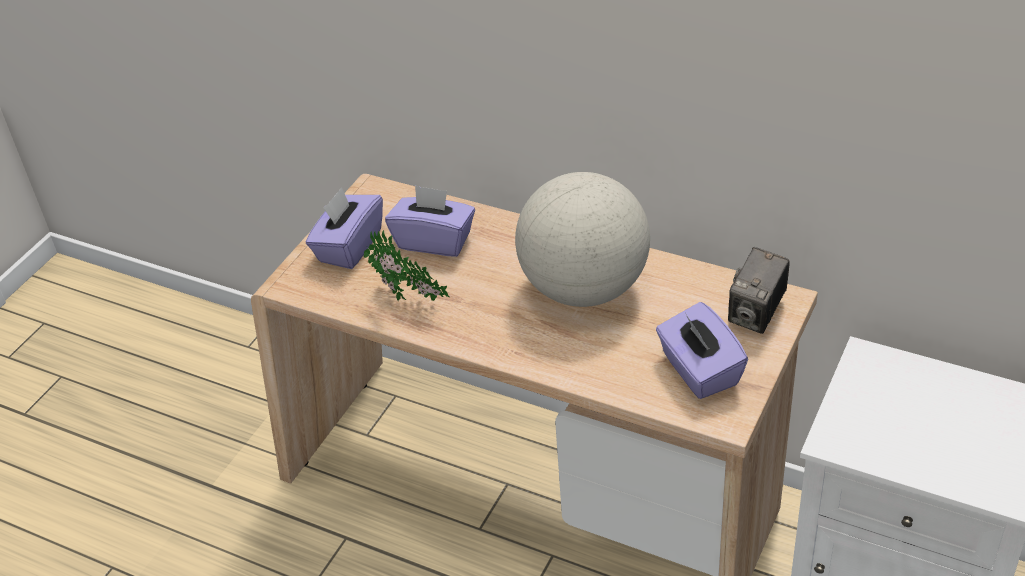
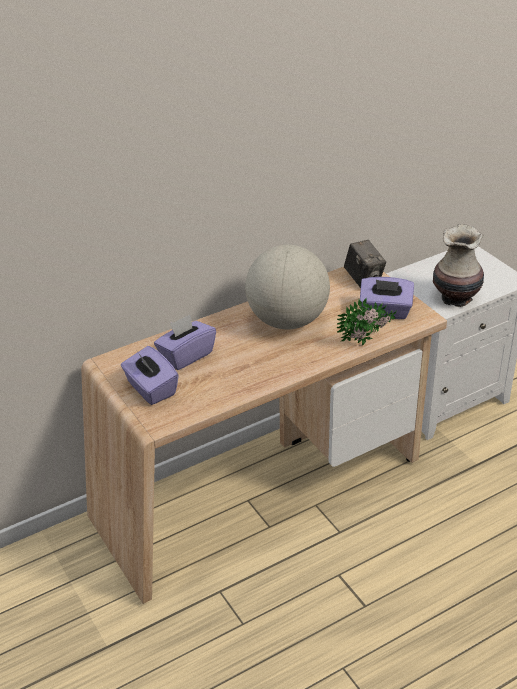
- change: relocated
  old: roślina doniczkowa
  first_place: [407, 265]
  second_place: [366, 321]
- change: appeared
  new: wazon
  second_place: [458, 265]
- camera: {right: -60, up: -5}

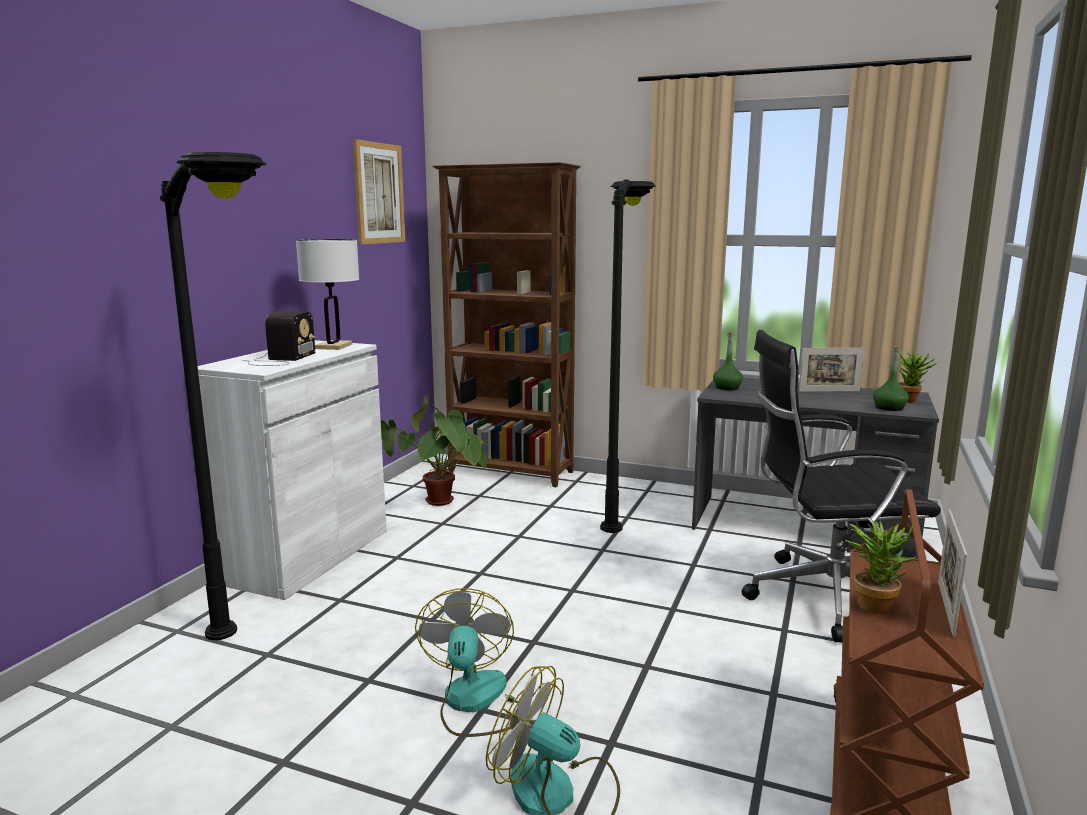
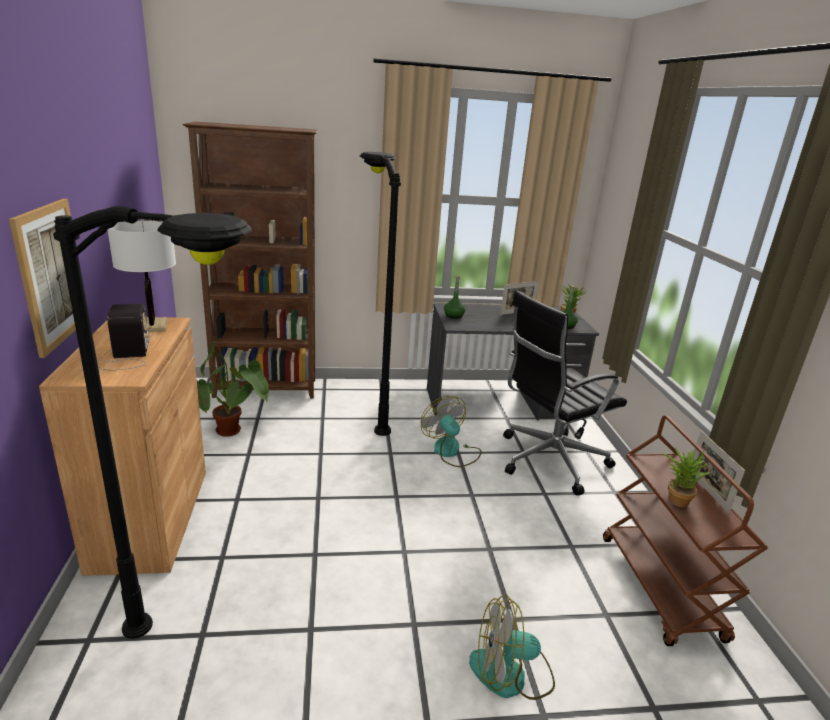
- change: relocated
  old: obraz
  first_place: [379, 191]
  second_place: [42, 278]
- change: colour
  old: szafka [biały]
  new: szafka [brązowy]
  first_place: [292, 470]
  second_place: [122, 446]
- change: relocated
  old: wentylator
  first_place: [466, 662]
  second_place: [451, 431]
- camera: {right: -30, up: 10}

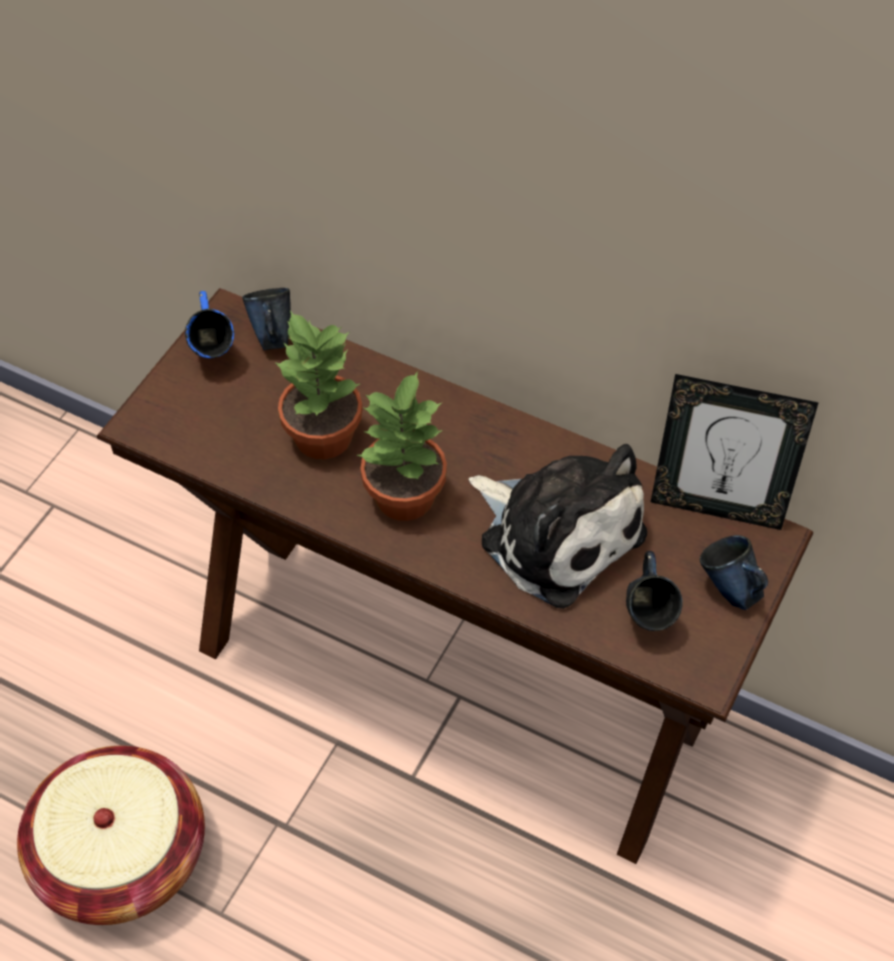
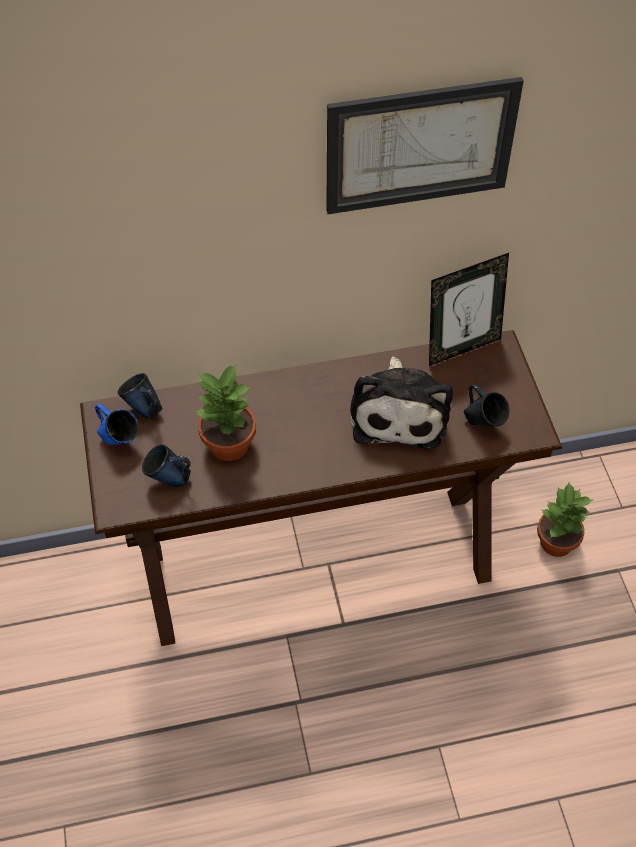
- change: relocated
  old: kubek [niebieski]
  first_place: [734, 572]
  second_place: [166, 466]
- change: appeared
  new: obraz
  second_place: [425, 145]
- change: spun
  old: pluszak
  first_place: [557, 526]
  second_place: [401, 403]
  degrees: 90
- change: relocated
  old: roślina doniczkowa
  first_place: [402, 446]
  second_place: [565, 520]
- change: missing
  old: koszyk
  first_place: [111, 835]
- camera: {right: -40, up: 0}

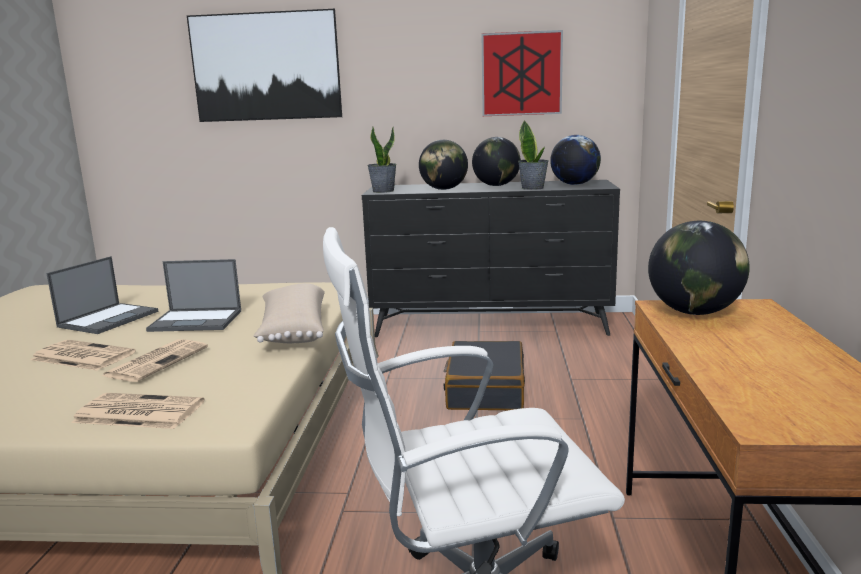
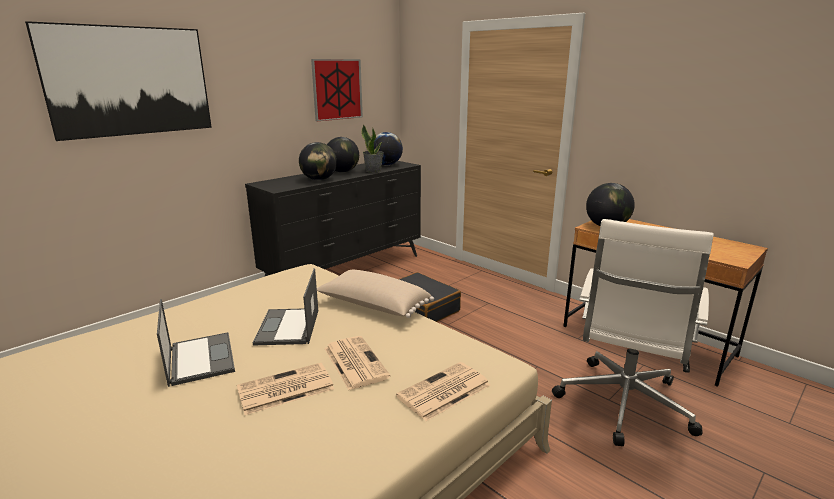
- change: spun
  old: laptop
  first_place: [193, 295]
  second_place: [285, 307]
  degrees: 135
- change: missing
  old: roślina doniczkowa
  first_place: [382, 159]
- camera: {right: -50, up: 5}

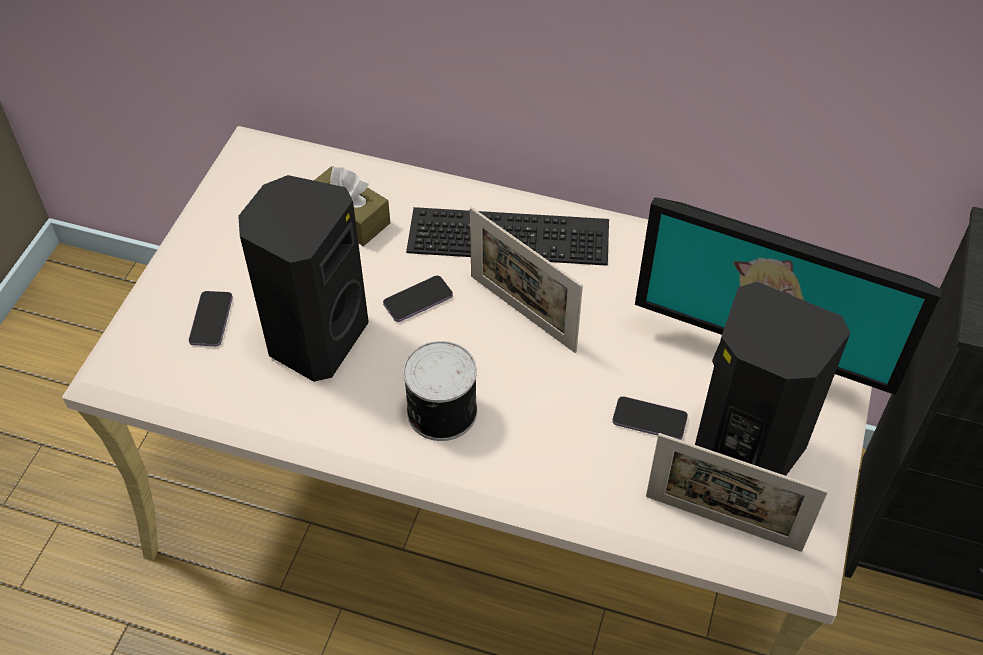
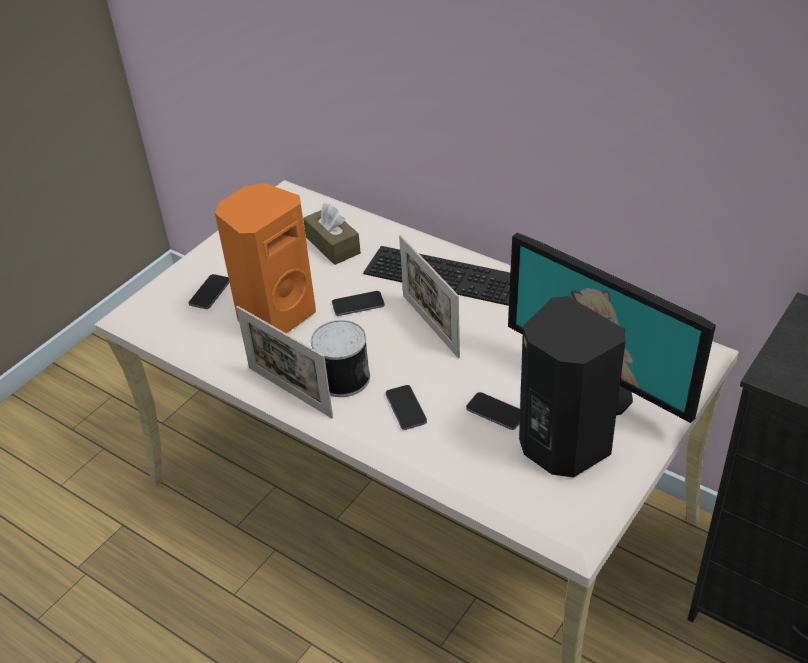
- change: colour
  old: głośnik [czarny]
  new: głośnik [pomarańczowy]
  first_place: [303, 278]
  second_place: [265, 258]
- change: relocated
  old: ramka na zdjęcie
  first_place: [737, 492]
  second_place: [284, 362]
- change: appeared
  new: telefon
  second_place: [406, 407]
- camera: {right: 20, up: -10}

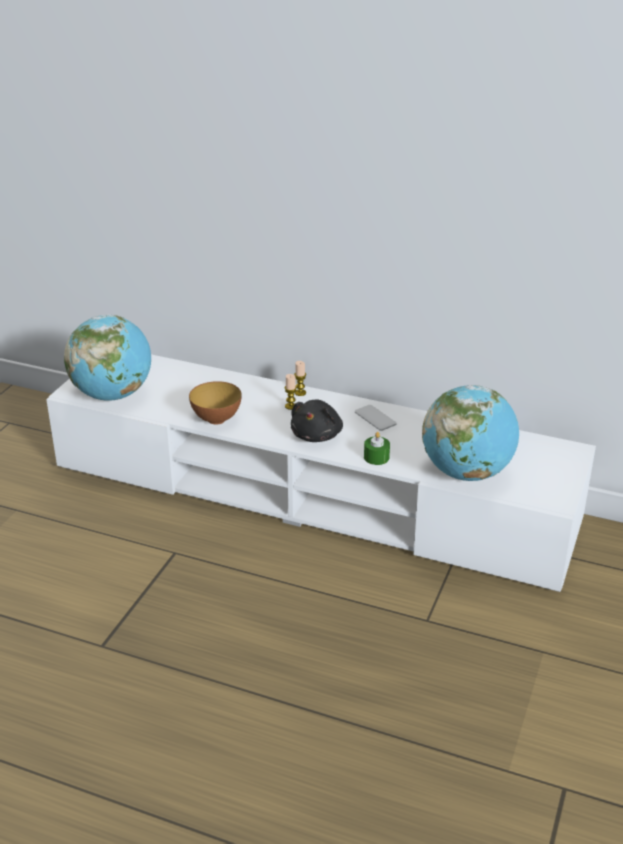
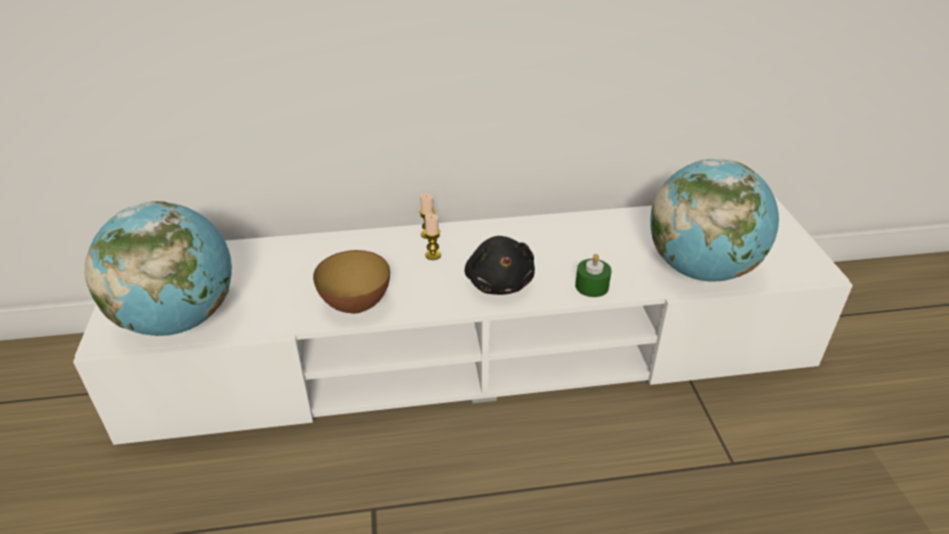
- change: missing
  old: telefon
  first_place: [376, 418]
- camera: {right: -30, up: 5}

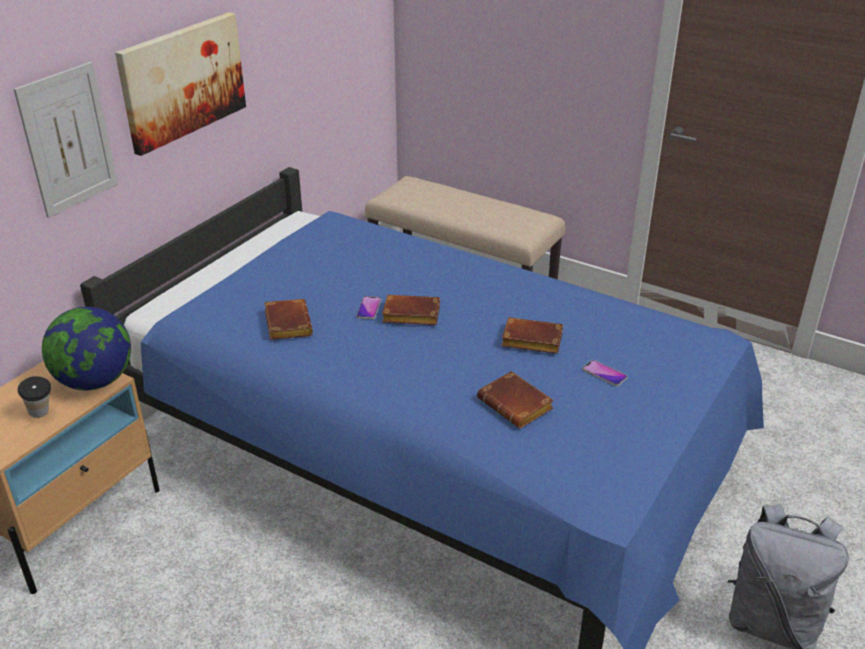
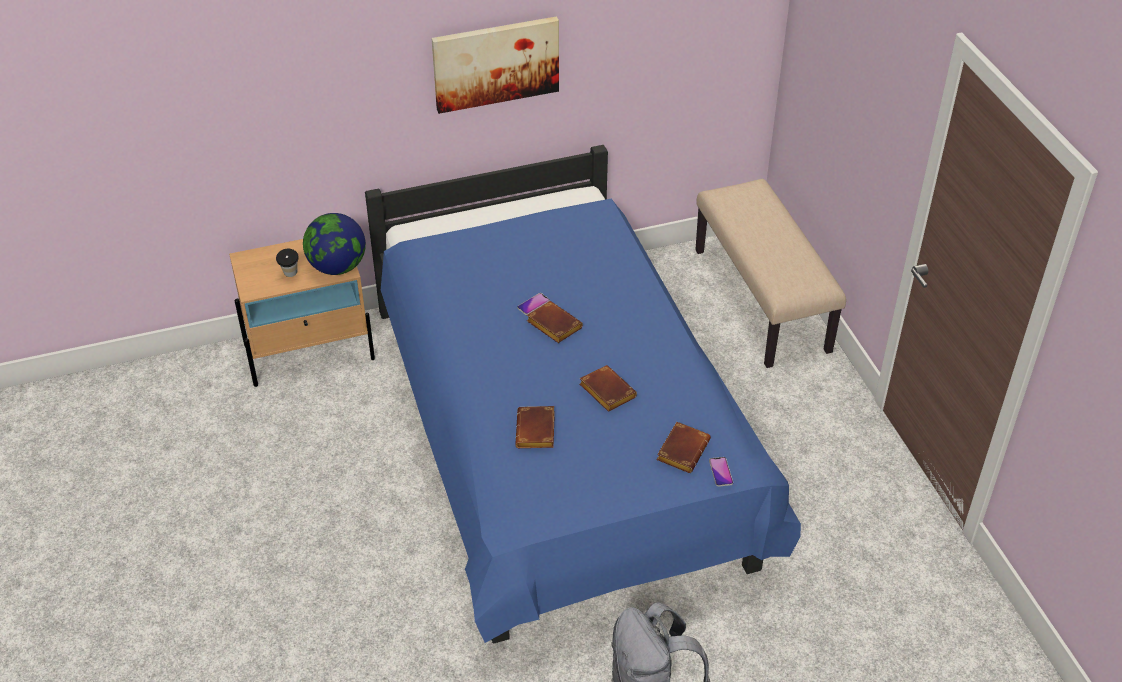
- change: relocated
  old: książka [brązowy]
  first_place: [288, 319]
  second_place: [684, 447]
- change: relocated
  old: telefon
  first_place: [605, 373]
  second_place: [721, 472]
- change: missing
  old: obraz
  first_place: [66, 140]
- camera: {right: 40, up: 10}

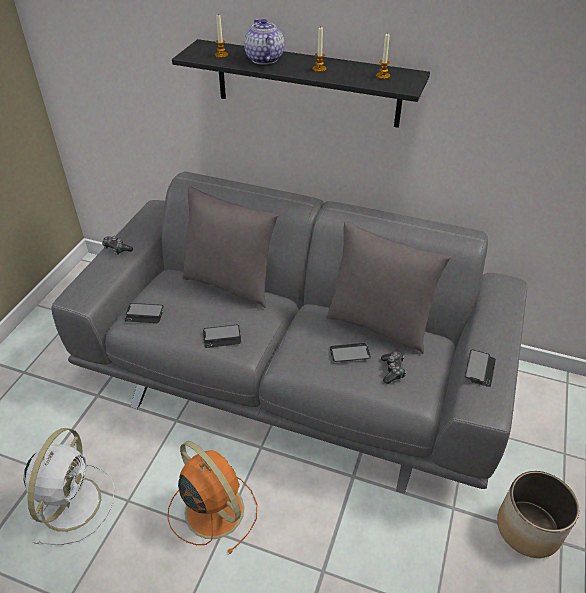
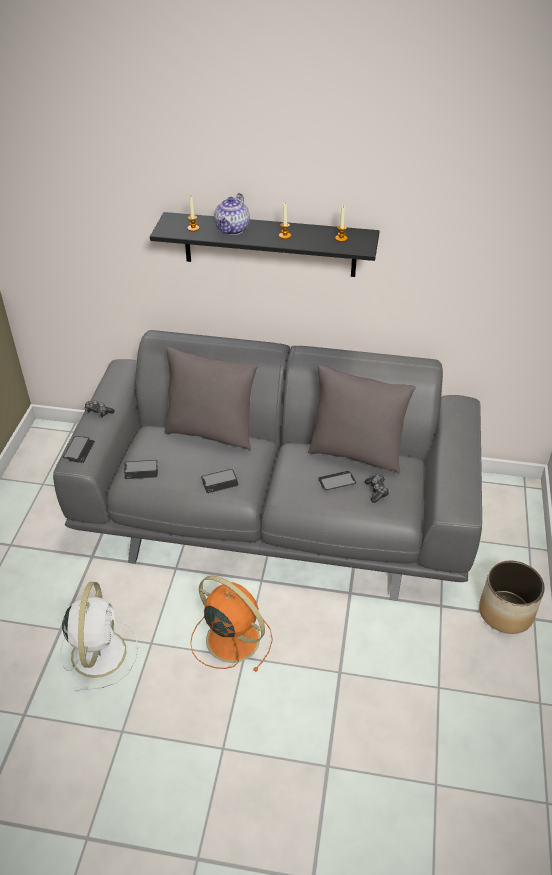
- change: relocated
  old: telefon
  first_place: [480, 368]
  second_place: [79, 449]
- change: spun
  old: imbryk
  first_place: [264, 42]
  second_place: [232, 214]
  degrees: -135
- camera: {right: -10, up: 0}

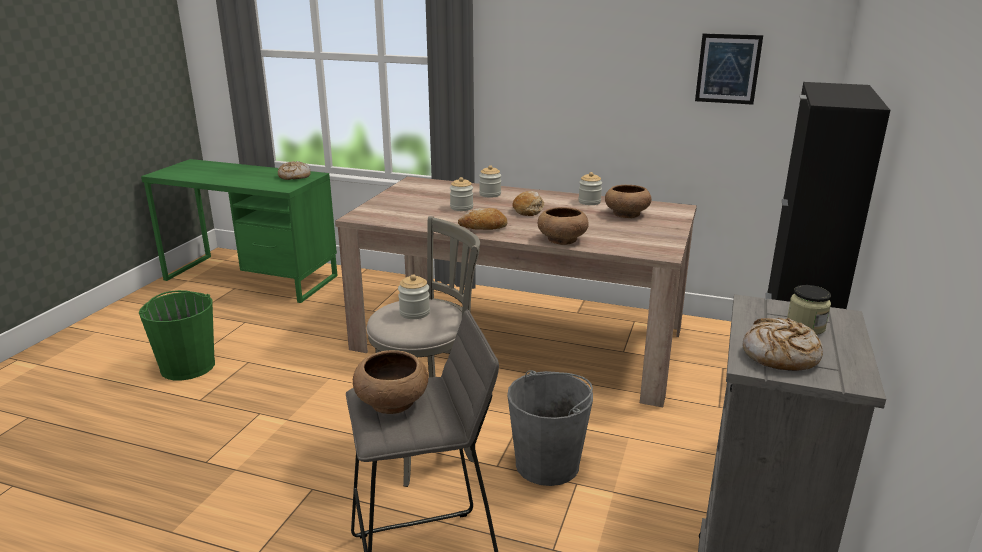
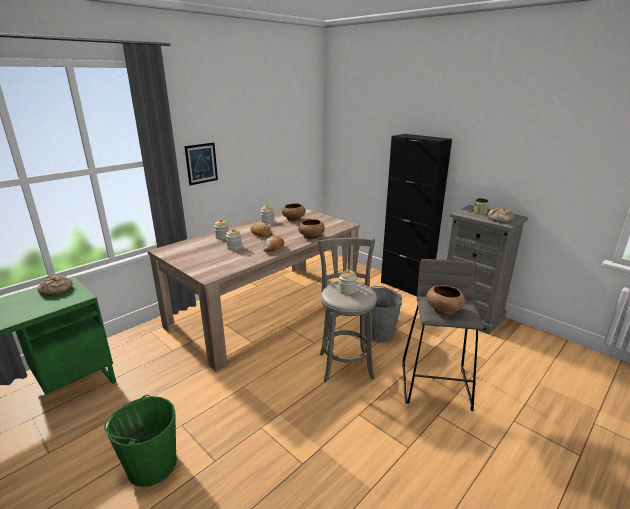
- change: relocated
  old: obraz
  first_place: [729, 69]
  second_place: [201, 164]
- camera: {right: -65, up: 0}

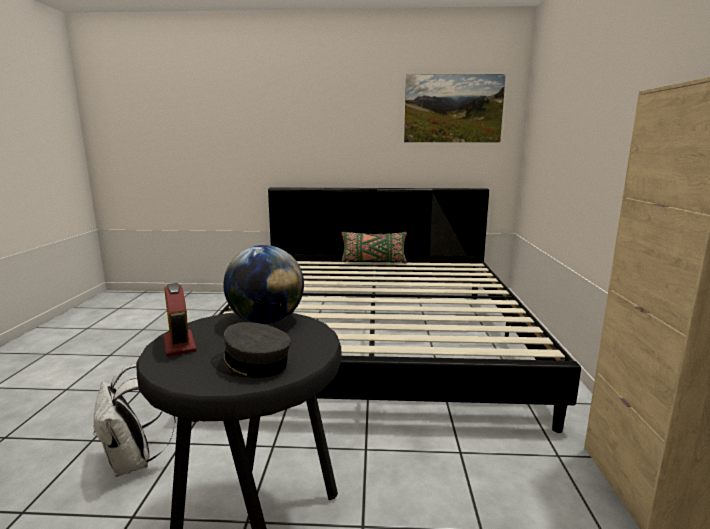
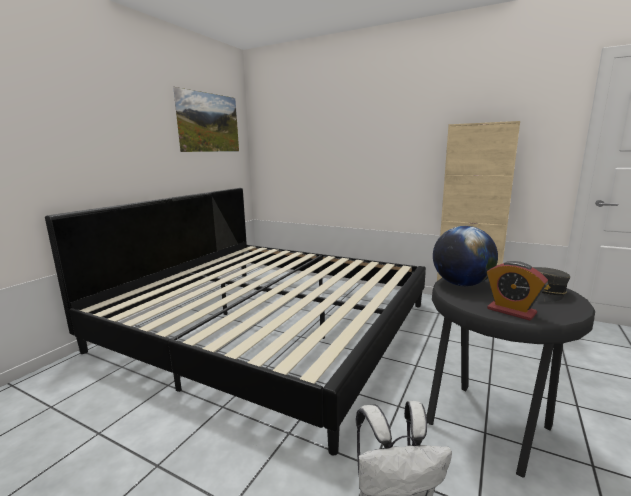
- change: spun
  old: budzik
  first_place: [180, 320]
  second_place: [517, 291]
  degrees: -135
- change: missing
  old: poduszka [zielony]
  first_place: [374, 247]
- camera: {right: -65, up: 0}

